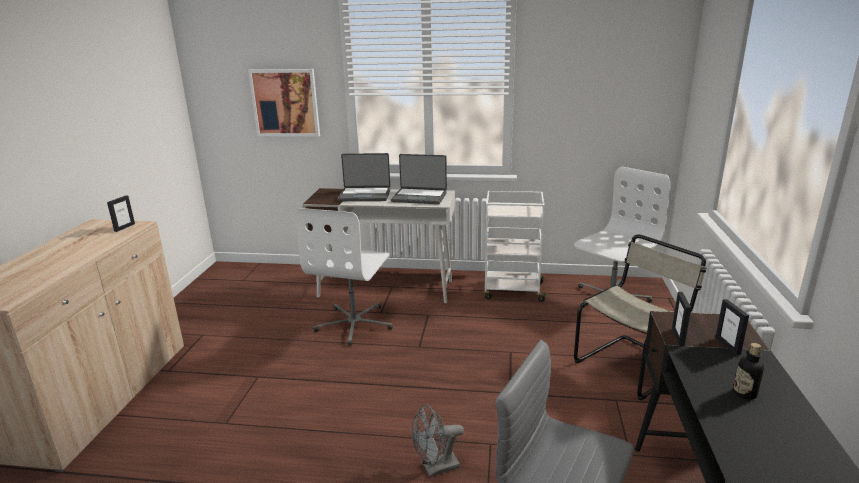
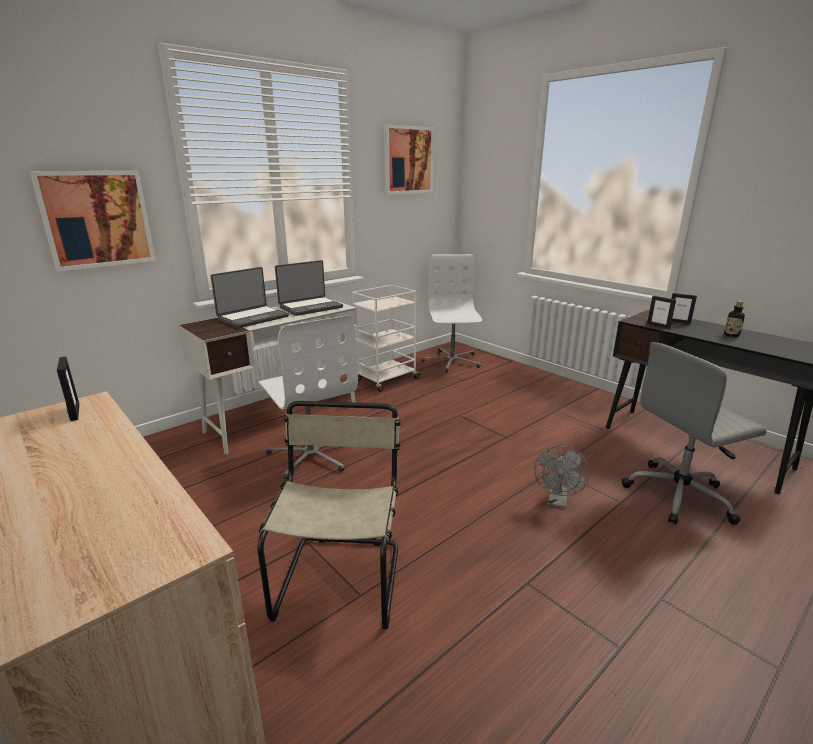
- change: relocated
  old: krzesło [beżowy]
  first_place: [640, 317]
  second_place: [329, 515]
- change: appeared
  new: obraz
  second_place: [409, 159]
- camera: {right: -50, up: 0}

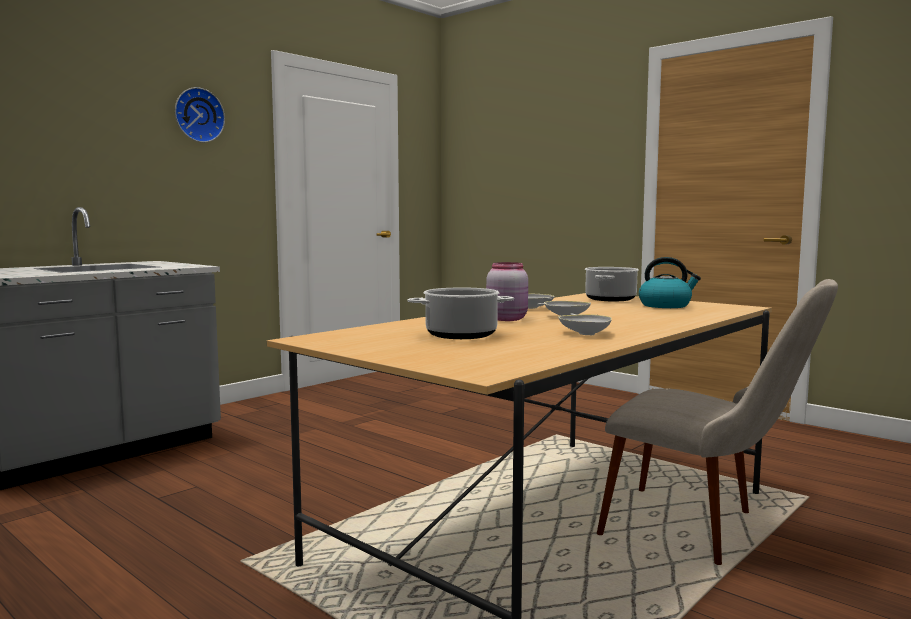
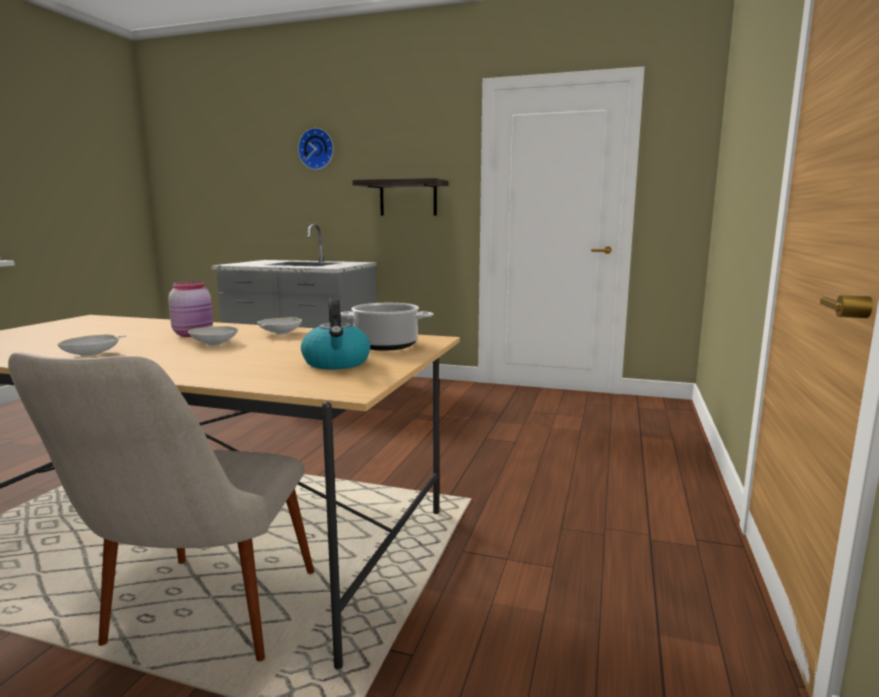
- change: relocated
  old: zegar ścienny
  first_place: [200, 114]
  second_place: [316, 149]
- change: appeared
  new: półka
  second_place: [400, 197]
- change: missing
  old: garnek
  first_place: [461, 313]
- camera: {right: 65, up: 5}

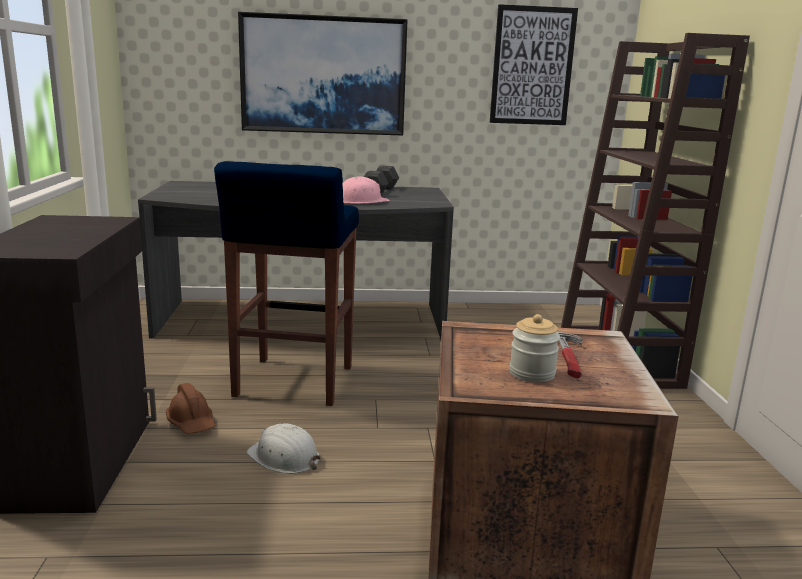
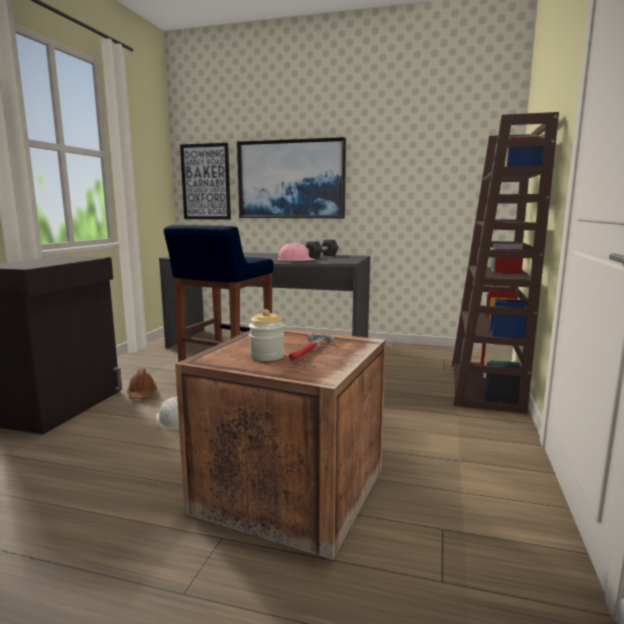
- change: relocated
  old: obraz
  first_place: [534, 64]
  second_place: [205, 181]
- camera: {right: 20, up: -5}

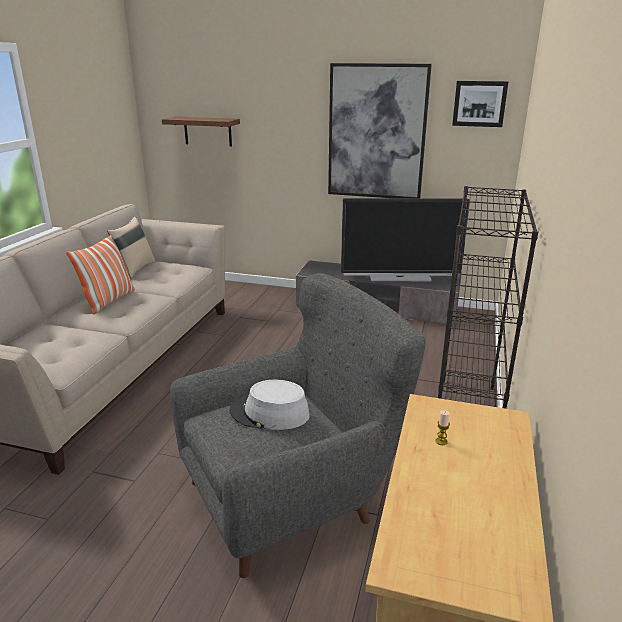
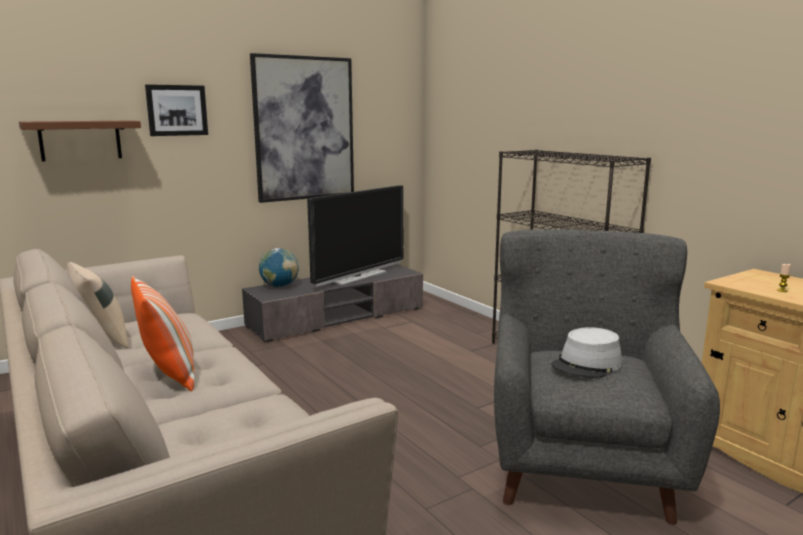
- change: relocated
  old: obraz
  first_place: [480, 104]
  second_place: [176, 110]
- change: appeared
  new: globus
  second_place: [279, 267]
- camera: {right: -50, up: -10}

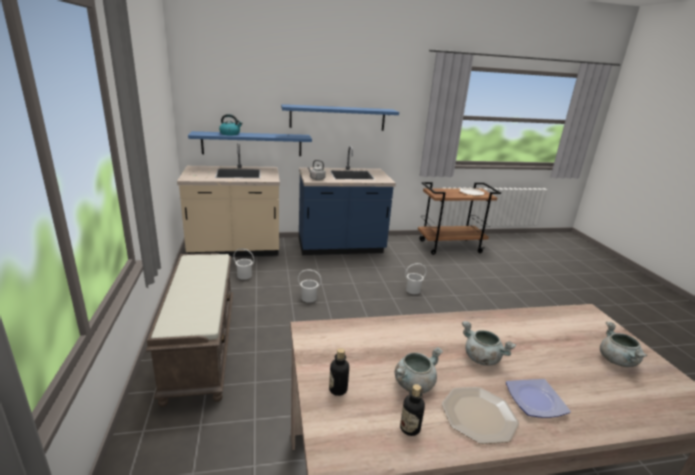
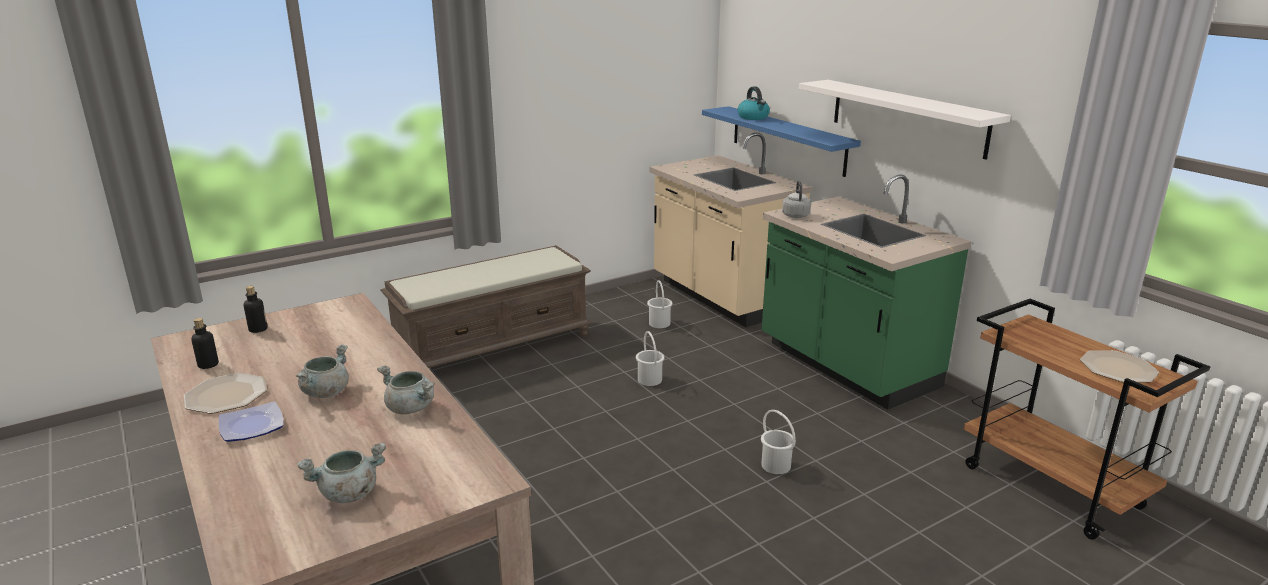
- change: relocated
  old: garnek [szary]
  first_place: [419, 370]
  second_place: [406, 389]
- change: colour
  old: zabudowa kuchenna [niebieski]
  new: zabudowa kuchenna [zielony]
  first_place: [347, 200]
  second_place: [866, 292]
- change: colour
  old: półka [niebieski]
  new: półka [biały]
  first_place: [340, 117]
  second_place: [905, 119]
- camera: {right: 70, up: 0}

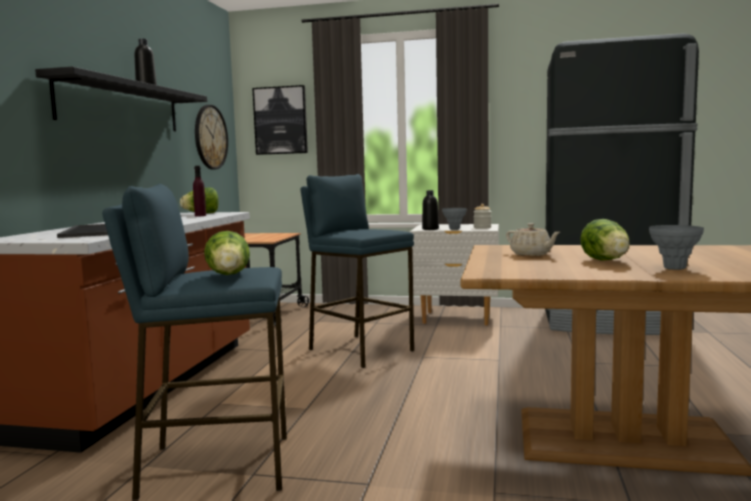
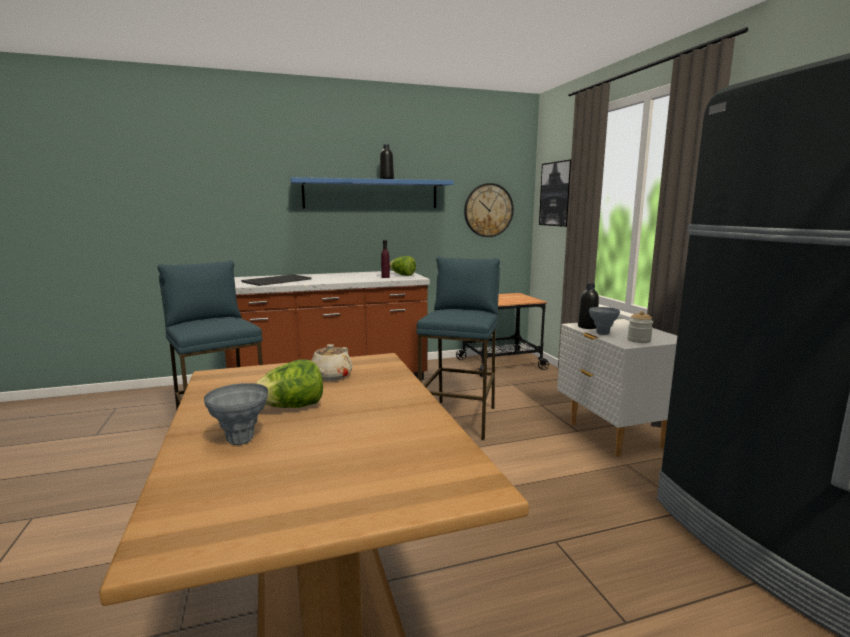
- change: colour
  old: półka [czarny]
  new: półka [niebieski]
  first_place: [121, 99]
  second_place: [372, 192]
- change: missing
  old: sałata
  first_place: [227, 253]
- camera: {right: 60, up: 5}

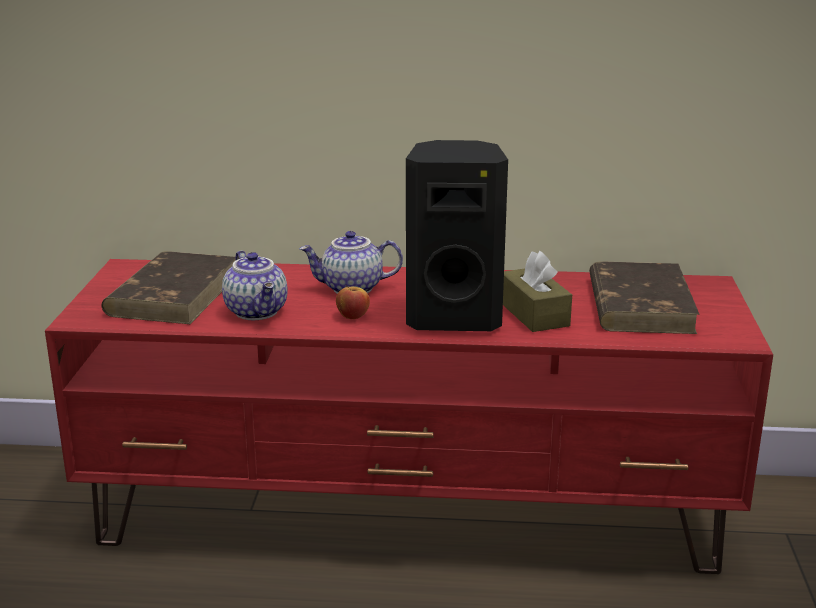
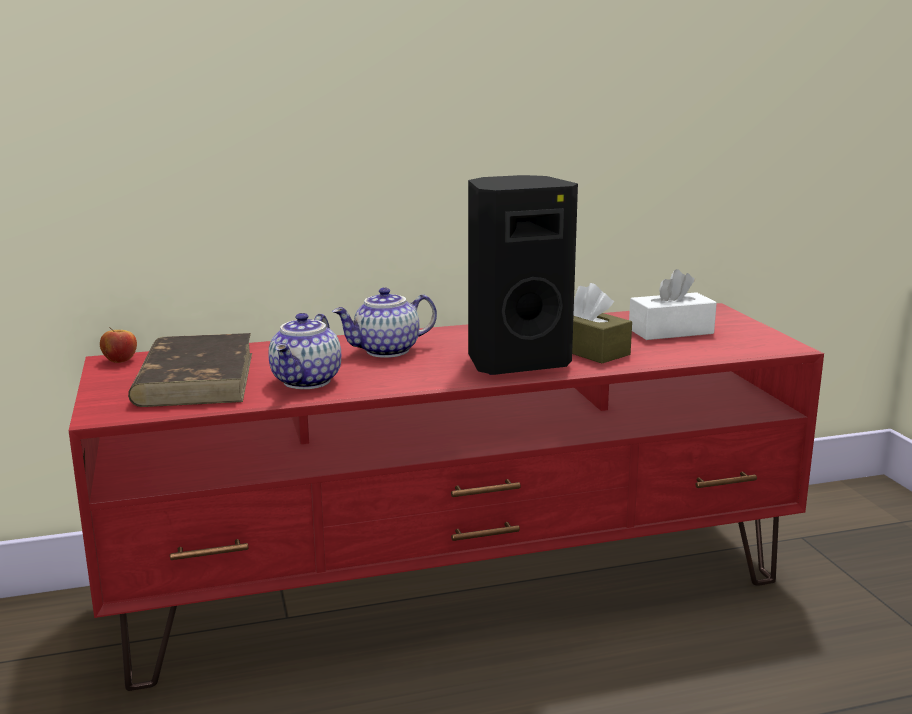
- change: relocated
  old: jabłko
  first_place: [353, 302]
  second_place: [118, 345]
- change: spun
  old: imbryk
  first_place: [255, 285]
  second_place: [304, 351]
  degrees: 60
- change: exchanged
  old: książka [brązowy]
  new: pudełko chusteczek [biały]
  first_place: [644, 297]
  second_place: [673, 304]
- camera: {right: -20, up: -5}

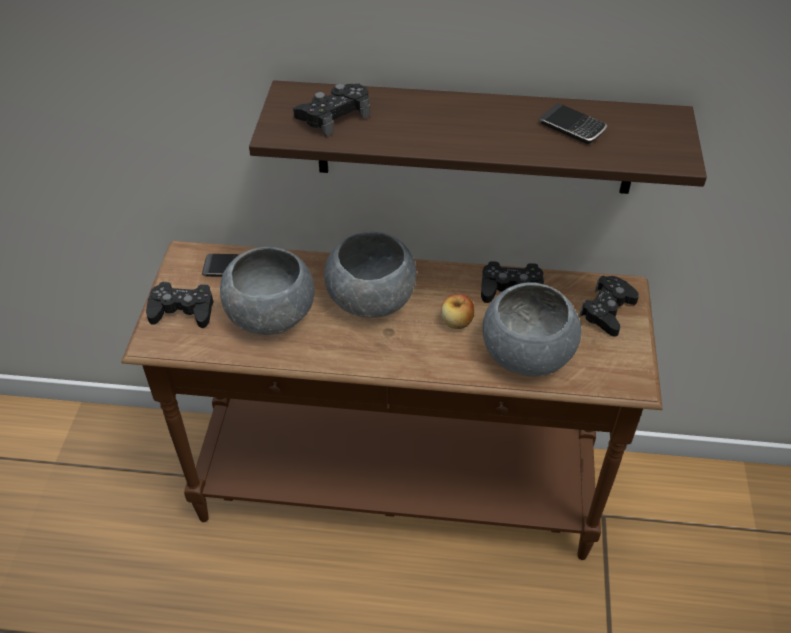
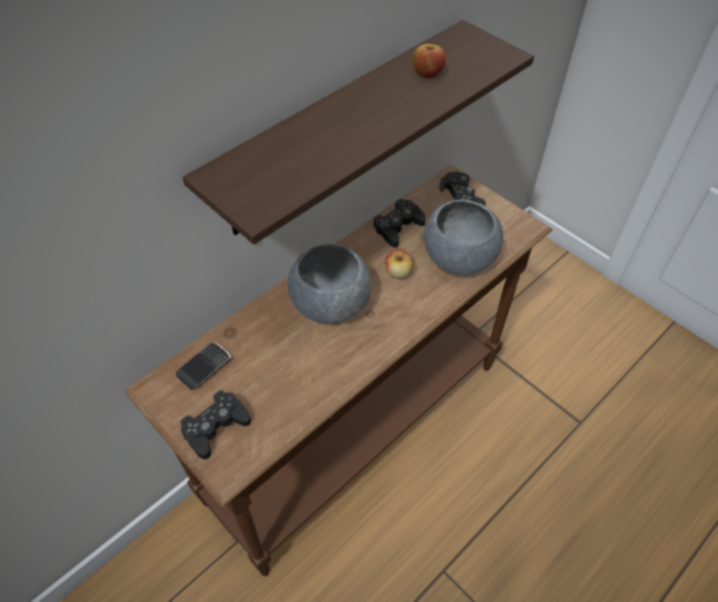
- change: exchanged
  old: telefon
  new: jabłko
  first_place: [572, 123]
  second_place: [429, 61]
- change: missing
  old: miska [szary]
  first_place: [267, 291]
- change: missing
  old: pad do gier [czarny]
  first_place: [331, 109]
- camera: {right: -50, up: 5}

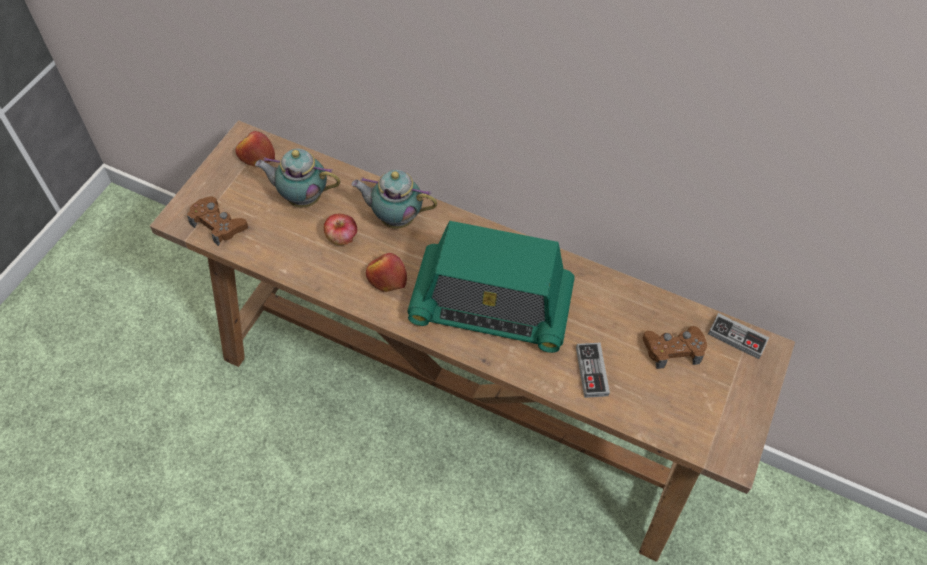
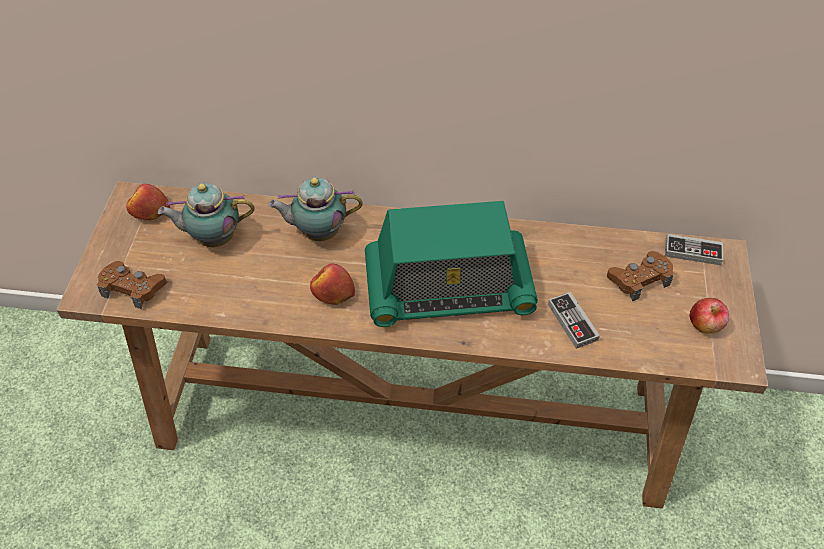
- change: relocated
  old: jabłko
  first_place: [340, 229]
  second_place: [709, 316]
- camera: {right: -15, up: -5}

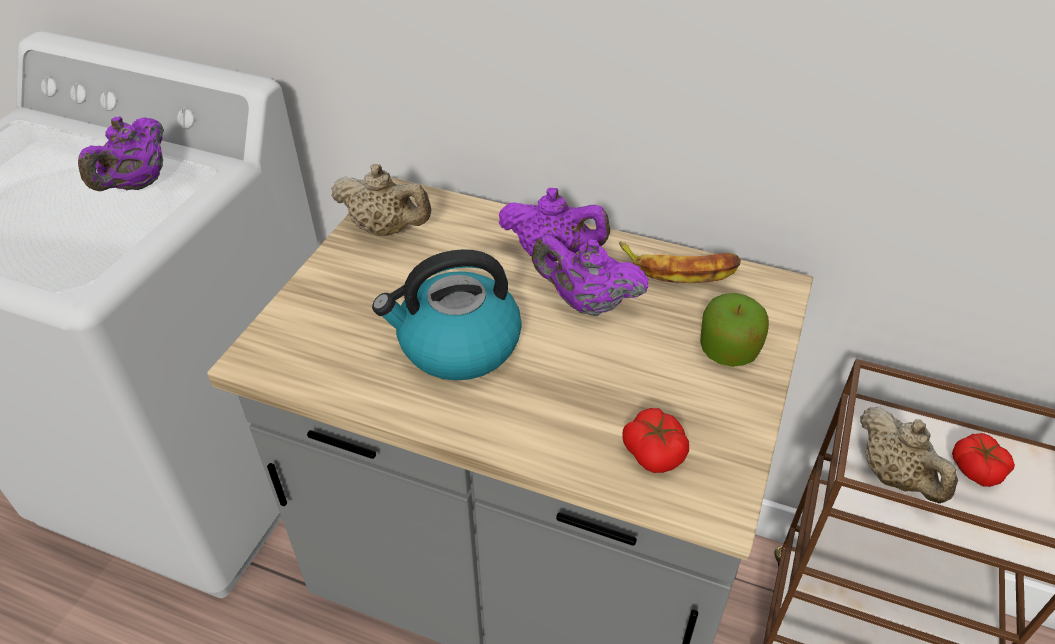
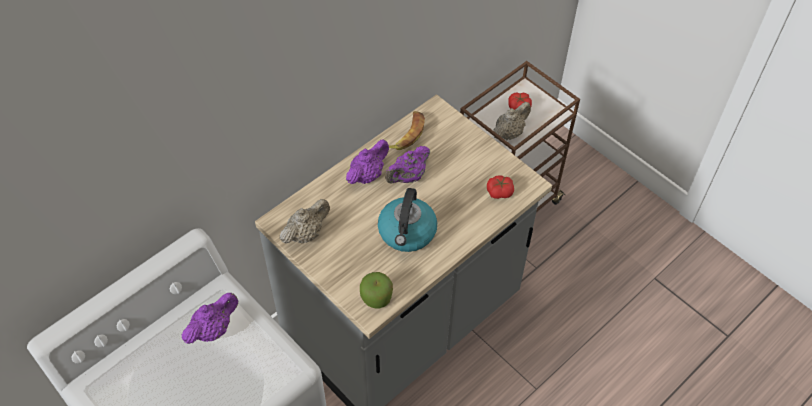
- change: spun
  old: imbryk [fioletowy]
  first_place: [121, 153]
  second_place: [210, 318]
  degrees: -90
- change: relocated
  old: jabłko
  first_place: [734, 330]
  second_place: [376, 290]
- change: spun
  old: imbryk [beżowy]
  first_place: [909, 455]
  second_place: [512, 121]
  degrees: -45
- camera: {right: -65, up: 10}

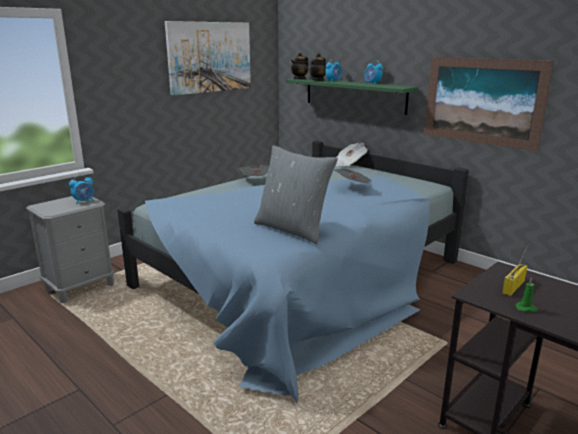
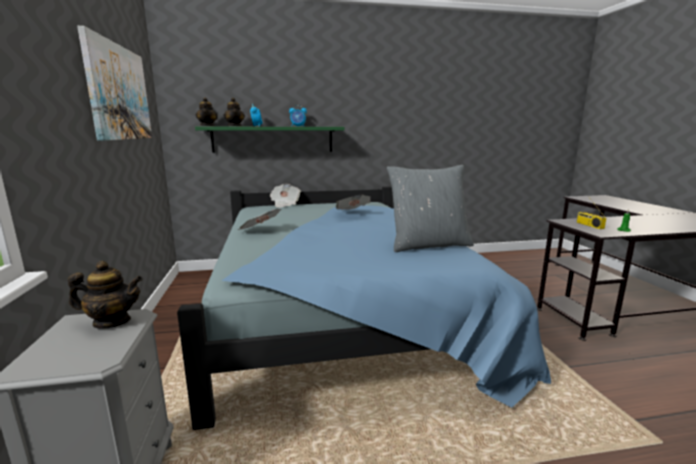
- change: exchanged
  old: budzik
  new: imbryk
  first_place: [81, 189]
  second_place: [105, 295]
- change: missing
  old: obraz
  first_place: [489, 104]
- camera: {right: -55, up: -5}

